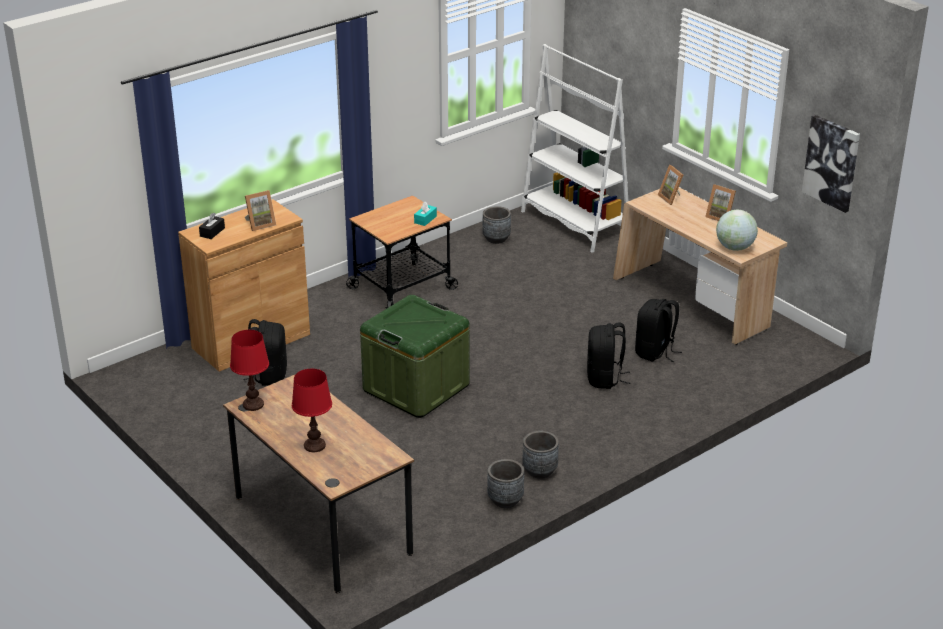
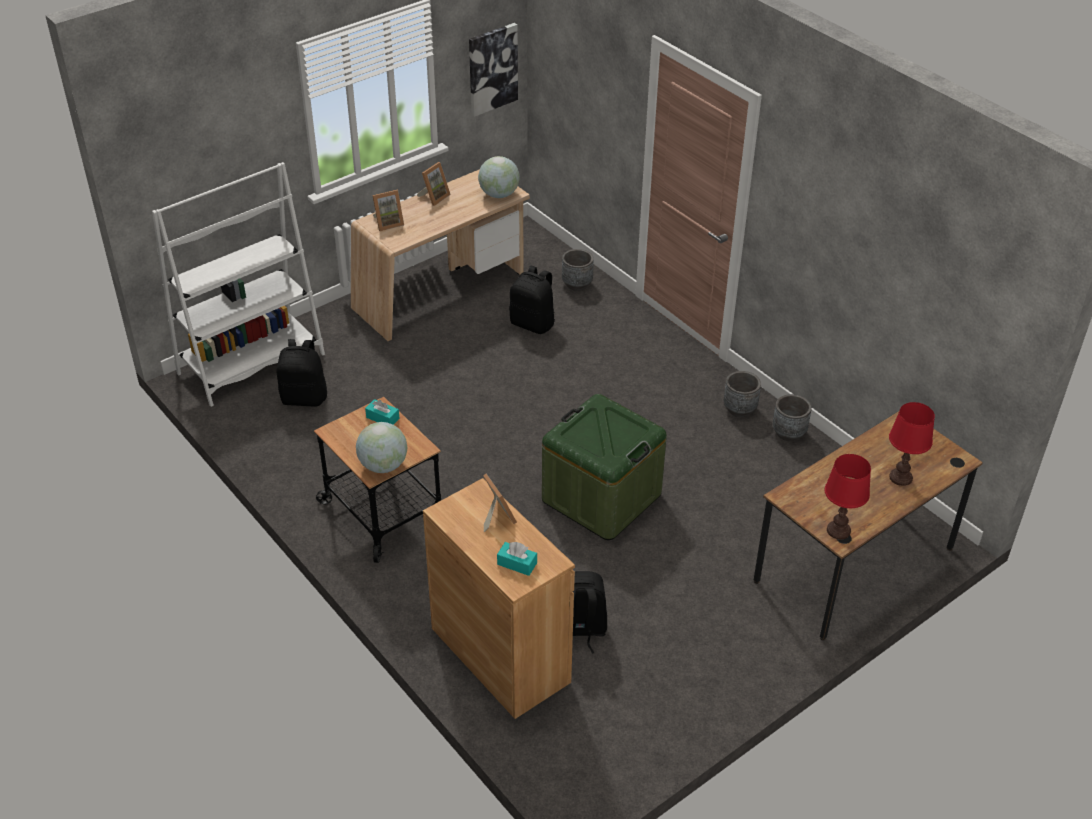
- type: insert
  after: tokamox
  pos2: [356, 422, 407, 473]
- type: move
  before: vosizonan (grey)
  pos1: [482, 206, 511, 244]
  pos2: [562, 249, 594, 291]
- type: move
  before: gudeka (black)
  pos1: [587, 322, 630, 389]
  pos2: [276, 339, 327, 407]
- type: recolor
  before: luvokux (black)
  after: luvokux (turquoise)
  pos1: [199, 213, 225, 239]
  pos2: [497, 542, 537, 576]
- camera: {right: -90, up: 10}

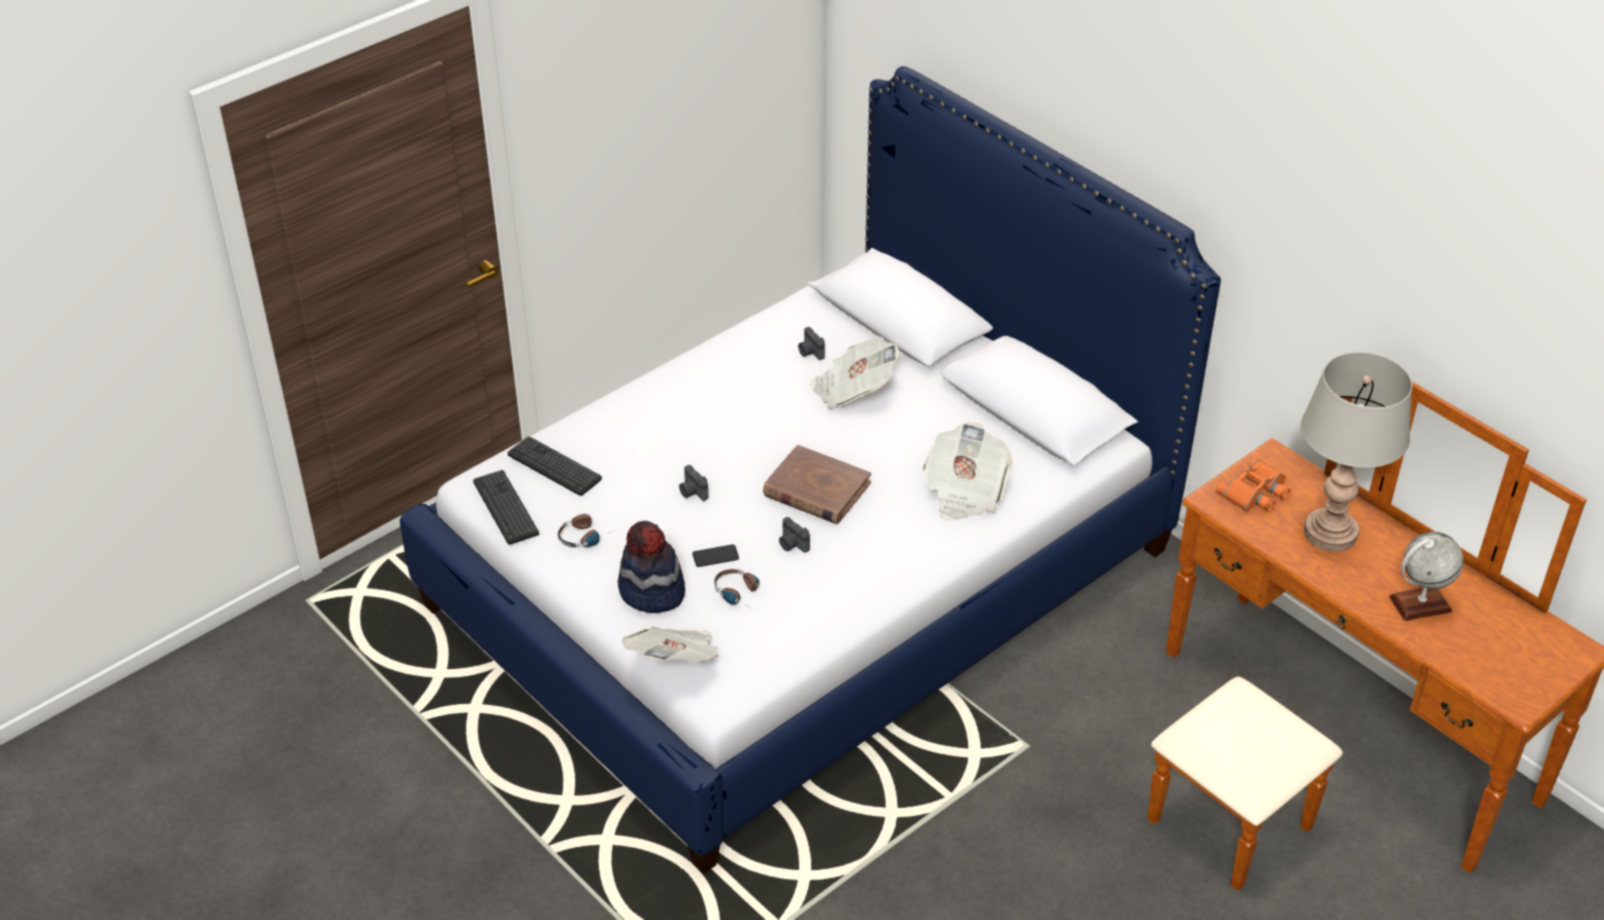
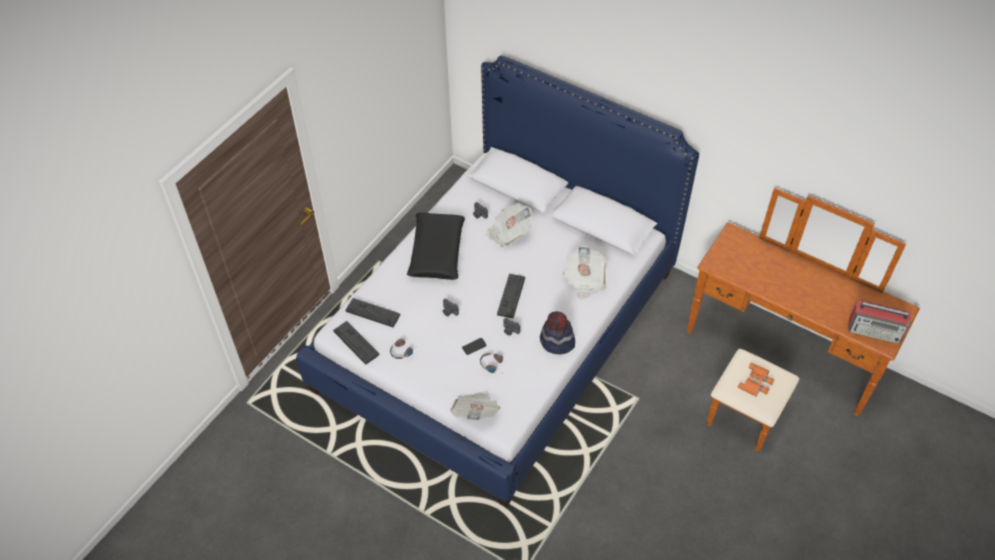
- type: delete
  before: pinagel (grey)
  pos1: [1301, 352, 1412, 552]
- type: delete
  before: tokamox
  pos1: [1389, 532, 1463, 621]
- type: insert
  after: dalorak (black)
  pos2: [407, 213, 465, 280]
- type: insert
  after: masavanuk
  pos2: [847, 300, 911, 344]
- type: move
  before: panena
  pos1: [618, 521, 685, 613]
  pos2: [540, 311, 575, 354]
- type: move
  before: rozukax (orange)
  pos1: [1216, 458, 1291, 512]
  pos2: [738, 363, 775, 396]
- type: replace
  before: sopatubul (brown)
  after: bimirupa
  pos1: [763, 445, 871, 524]
  pos2: [497, 274, 525, 318]
- camera: {right: -15, up: 10}

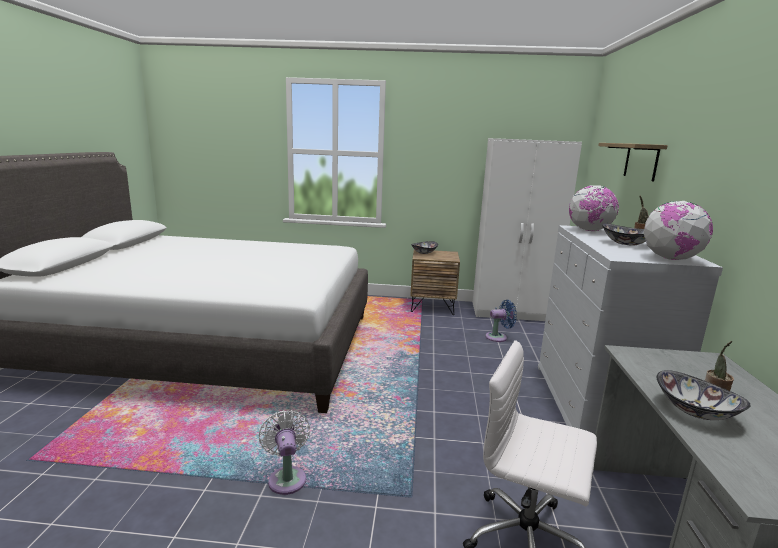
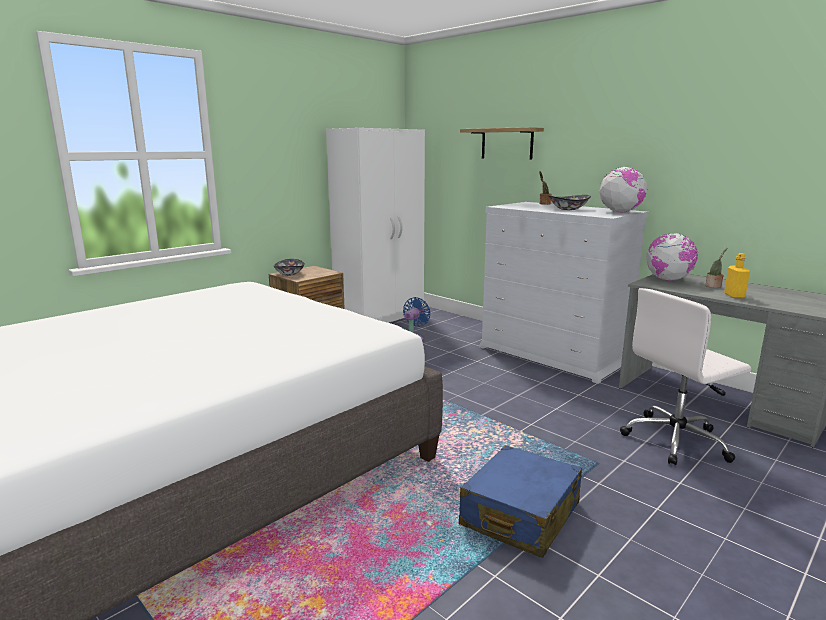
- type: move
  before: tokamox
  pos1: [569, 185, 619, 231]
  pos2: [646, 233, 698, 281]
- type: replace
  before: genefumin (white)
  after: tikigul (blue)
  pos1: [259, 410, 310, 495]
  pos2: [459, 445, 582, 558]
- type: replace
  before: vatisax
  after: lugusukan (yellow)
  pos1: [657, 370, 750, 420]
  pos2: [724, 253, 750, 298]
- camera: {right: -50, up: 0}

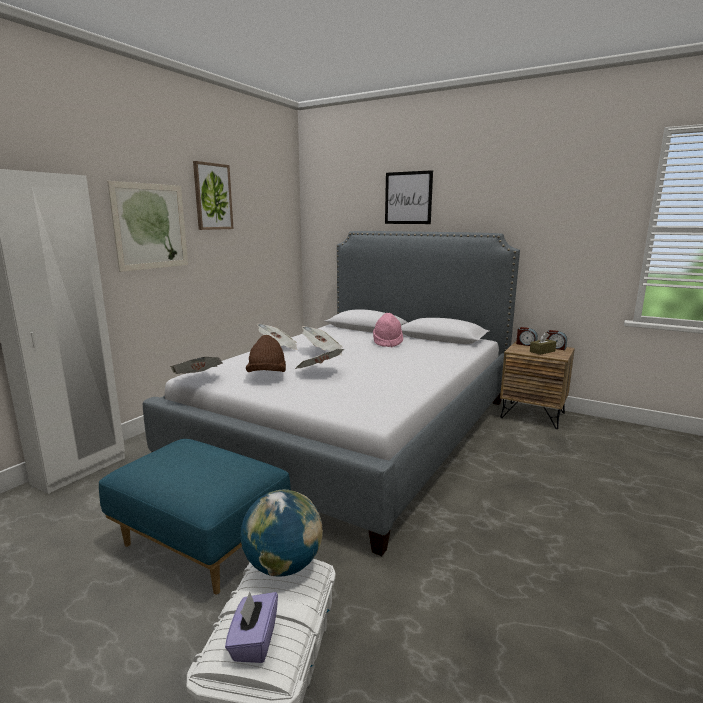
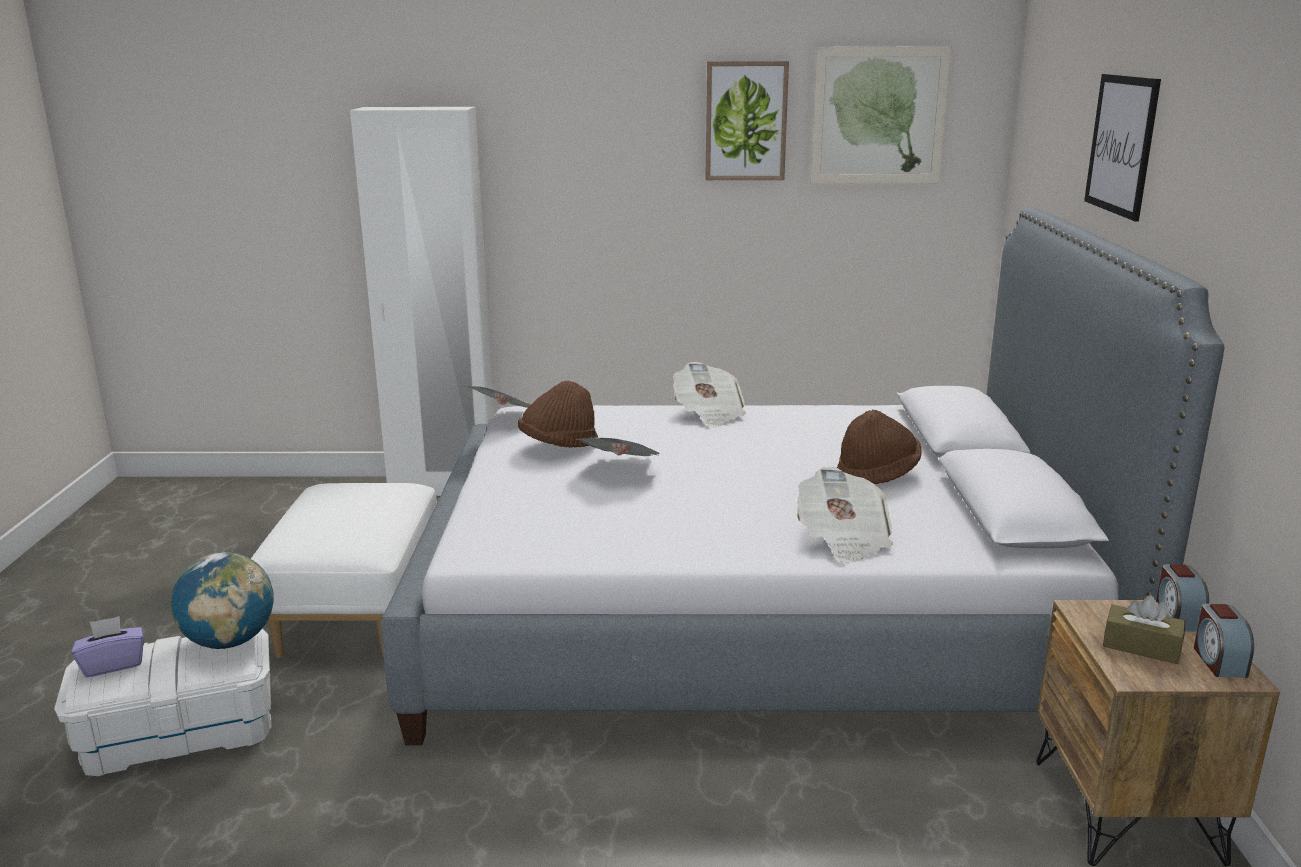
- type: move
  before: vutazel
  pos1: [107, 181, 188, 272]
  pos2: [810, 46, 952, 184]
- type: move
  before: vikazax
  pos1: [302, 326, 343, 355]
  pos2: [797, 467, 893, 564]
- type: recolor
  before: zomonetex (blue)
  after: zomonetex (white)
  pos1: [99, 439, 291, 595]
  pos2: [251, 483, 437, 658]
- type: recolor
  before: panena (pink)
  after: panena (brown)
  pos1: [373, 313, 403, 347]
  pos2: [837, 410, 922, 484]
- camera: {right: 60, up: 5}

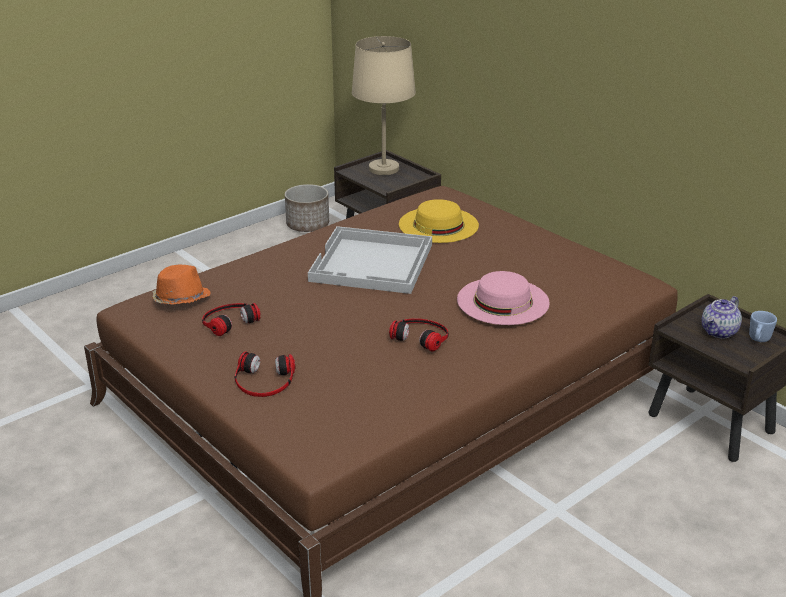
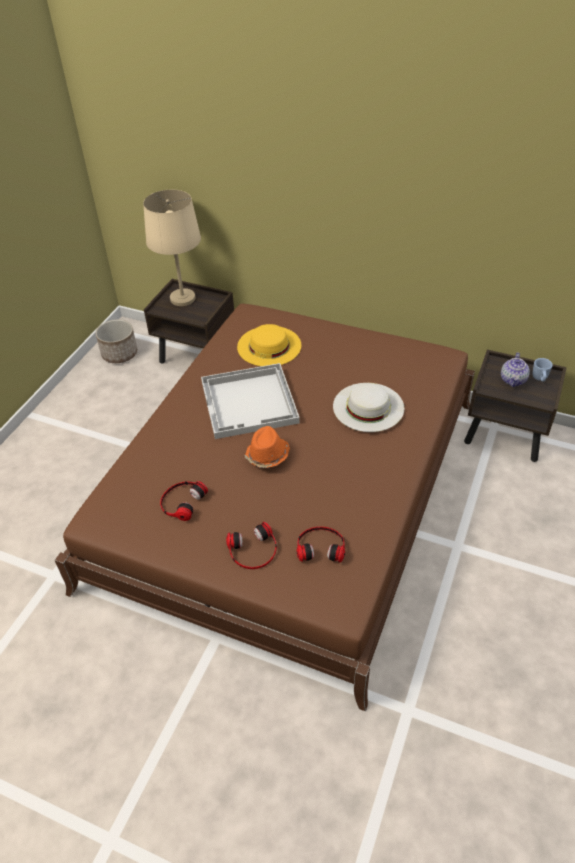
- type: move
  before: panena (orange)
  pos1: [152, 265, 211, 305]
  pos2: [244, 426, 290, 468]
- type: move
  before: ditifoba
  pos1: [389, 319, 449, 351]
  pos2: [297, 527, 345, 563]
- type: recolor
  before: panena (pink)
  after: panena (white)
  pos1: [457, 271, 550, 325]
  pos2: [333, 383, 404, 432]
- camera: {right: -25, up: 15}

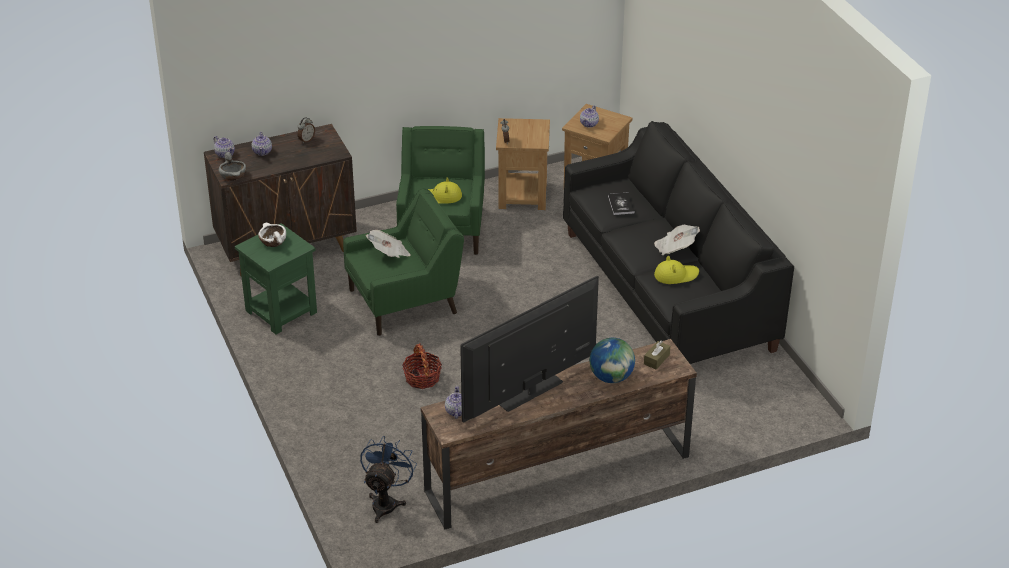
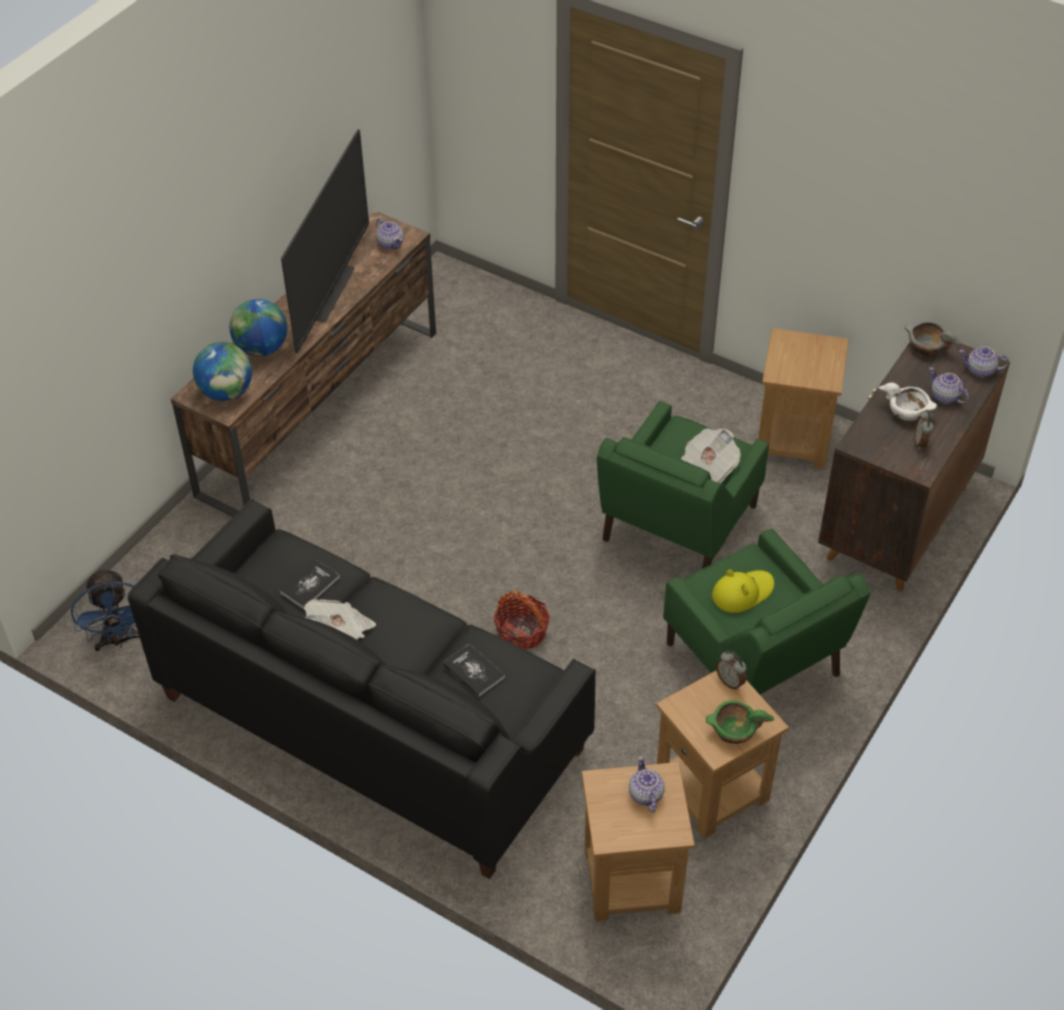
- type: insert
  after: vatisax (green)
  pos2: [706, 700, 774, 744]
- type: move
  before: vatisax (white)
  pos1: [258, 223, 286, 247]
  pos2: [879, 383, 937, 421]
- type: move
  before: genefumin (blue)
  pos1: [360, 436, 417, 523]
  pos2: [71, 568, 140, 651]
- type: move
  before: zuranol
  pos1: [402, 343, 442, 389]
  pos2: [493, 591, 550, 650]
- type: replace
  before: luvokux (brown)
  after: tokamox
  pos1: [644, 341, 670, 369]
  pos2: [193, 342, 252, 401]
- type: replace
  before: panena (yellow)
  after: sopatubul
  pos1: [654, 256, 699, 284]
  pos2: [280, 559, 340, 609]
- type: recolor
  before: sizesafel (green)
  after: sizesafel (brown)
  pos1: [235, 223, 317, 334]
  pos2: [758, 328, 849, 469]
- camera: {right: 145, up: 10}

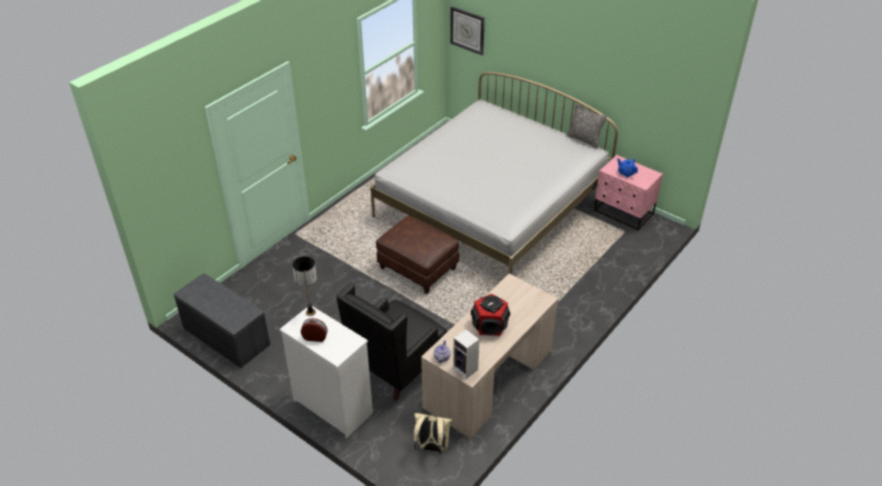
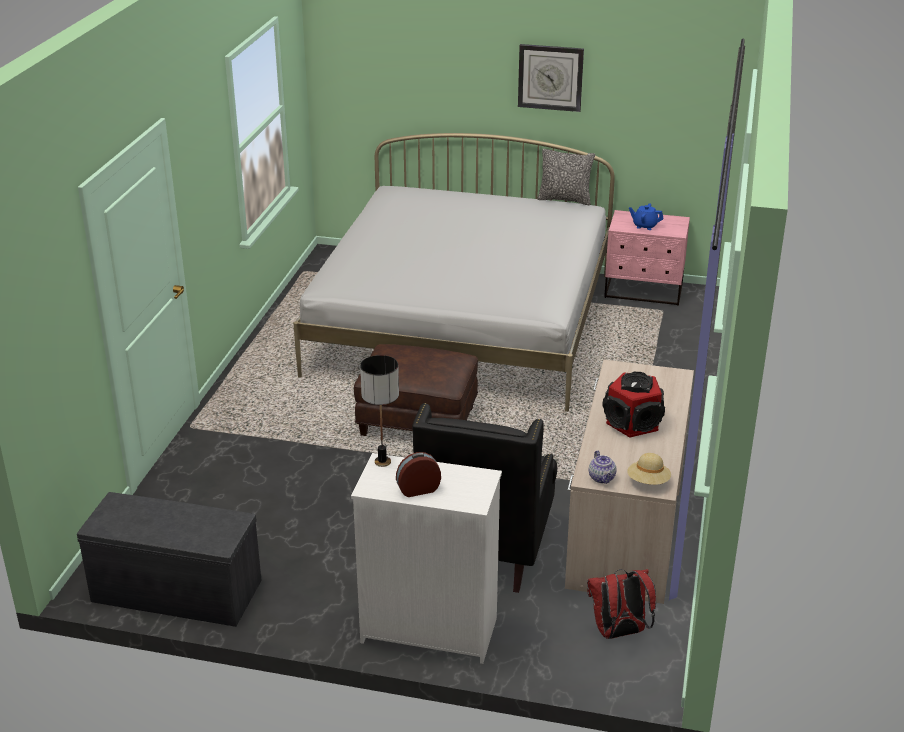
- type: move
  before: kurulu
  pos1: [450, 6, 485, 55]
  pos2: [518, 44, 584, 112]
- type: replace
  before: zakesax
  after: panena (beige)
  pos1: [453, 329, 479, 379]
  pos2: [627, 453, 671, 485]
- type: recolor
  before: gudeka (beige)
  after: gudeka (red)
  pos1: [413, 413, 453, 454]
  pos2: [587, 569, 656, 639]
- camera: {right: -25, up: -10}

